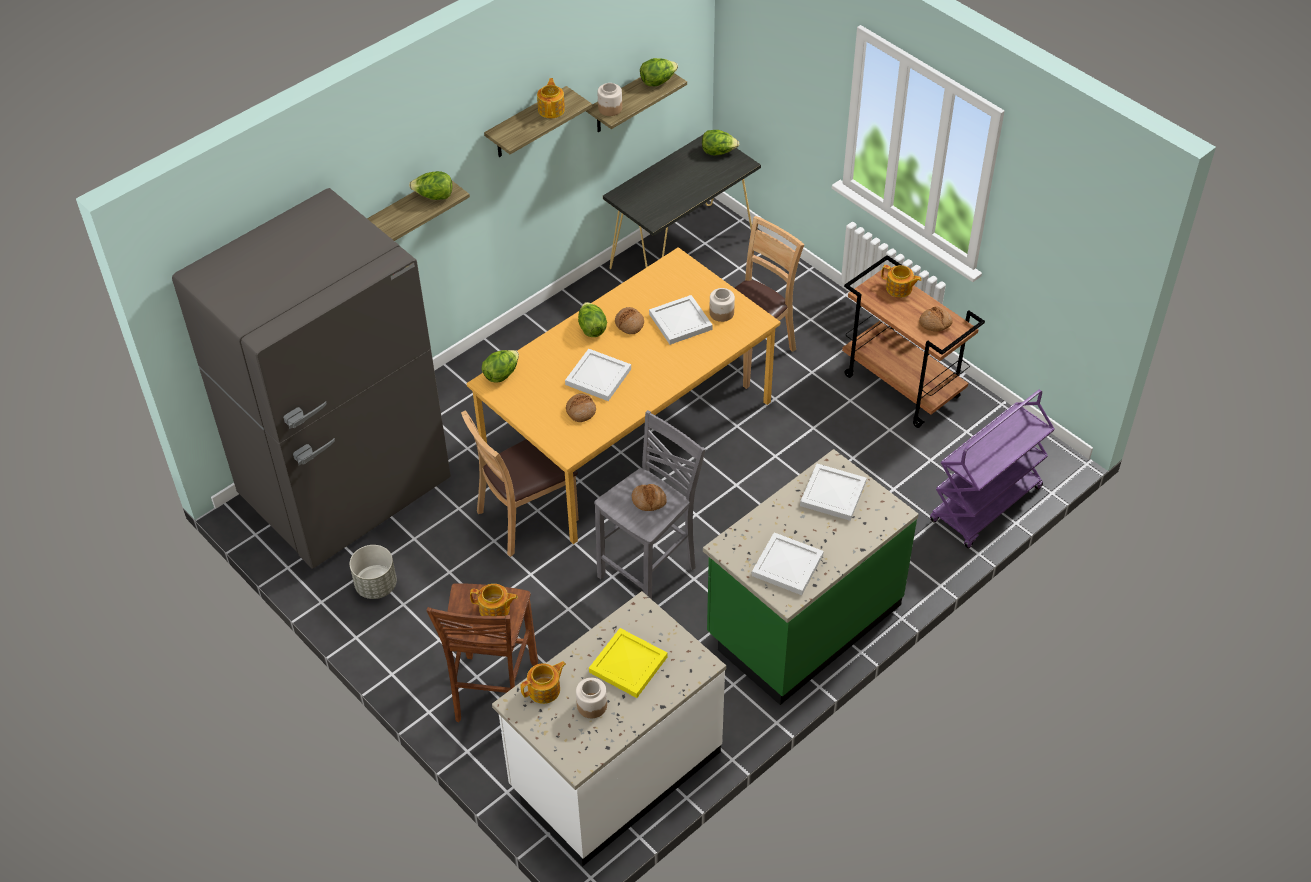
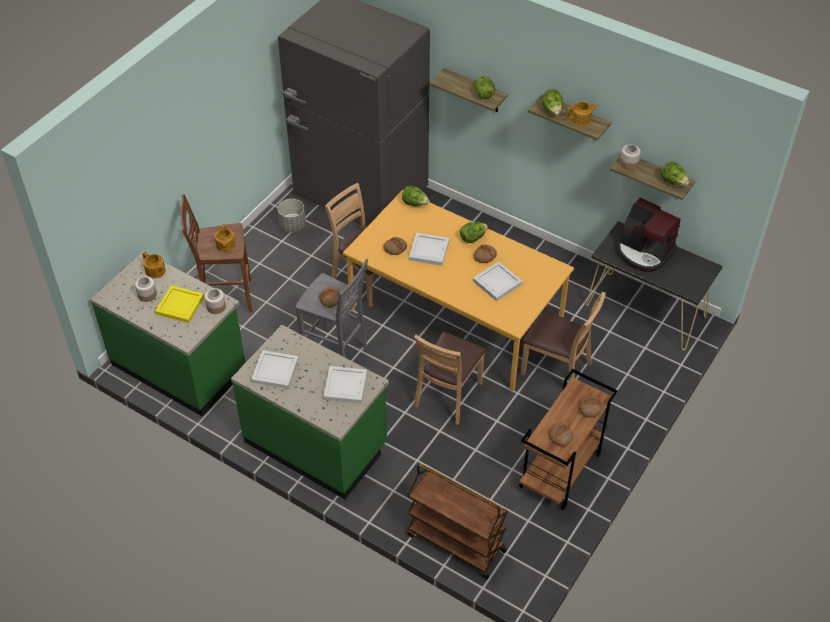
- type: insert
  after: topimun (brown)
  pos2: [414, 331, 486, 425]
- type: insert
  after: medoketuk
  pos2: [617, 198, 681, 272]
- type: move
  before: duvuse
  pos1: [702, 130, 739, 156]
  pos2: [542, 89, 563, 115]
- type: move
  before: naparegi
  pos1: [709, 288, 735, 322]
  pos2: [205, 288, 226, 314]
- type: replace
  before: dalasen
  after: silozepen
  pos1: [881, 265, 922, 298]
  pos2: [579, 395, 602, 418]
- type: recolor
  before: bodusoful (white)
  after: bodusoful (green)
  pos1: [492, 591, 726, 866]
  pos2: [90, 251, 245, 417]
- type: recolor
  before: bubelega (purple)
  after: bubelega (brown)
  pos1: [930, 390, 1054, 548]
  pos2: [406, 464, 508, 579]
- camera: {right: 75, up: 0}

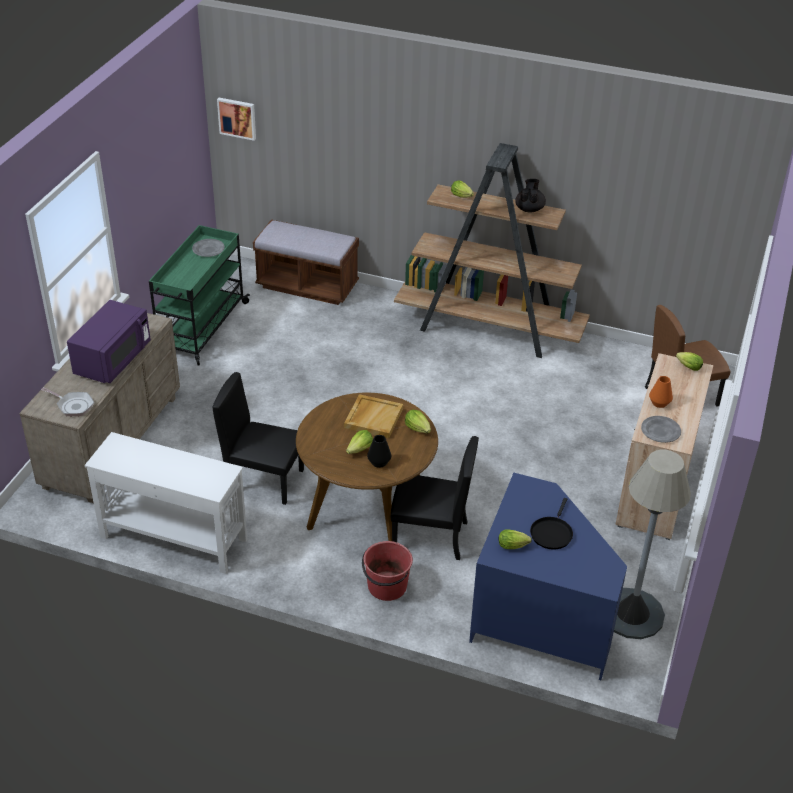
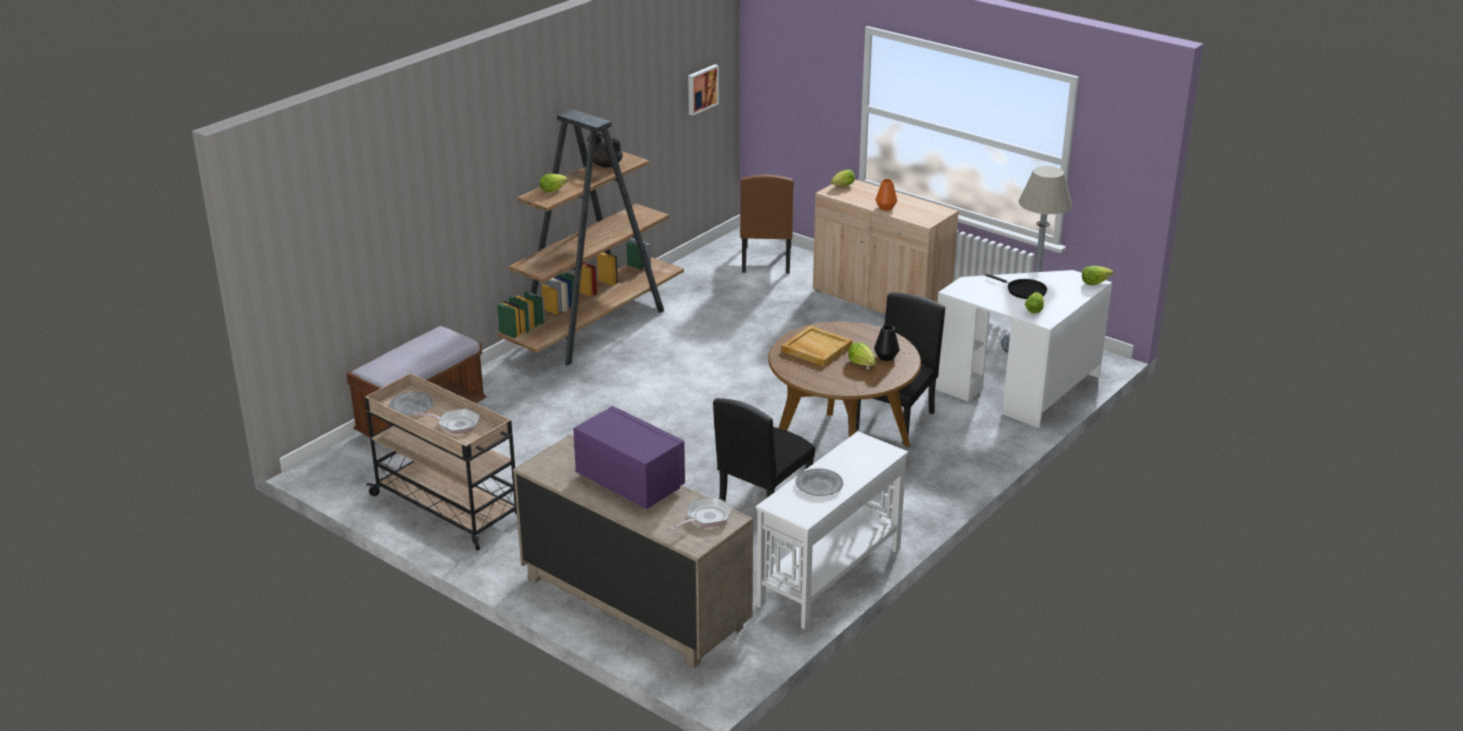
- type: delete
  before: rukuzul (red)
  pos1: [362, 541, 413, 601]
- type: insert
  after: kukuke
  pos2: [413, 408, 480, 434]
- type: move
  before: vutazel
  pos1: [217, 98, 256, 141]
  pos2: [688, 64, 719, 116]
- type: move
  before: duvuse
  pos1: [405, 410, 431, 434]
  pos2: [1082, 266, 1113, 285]
- type: move
  before: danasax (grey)
  pos1: [641, 416, 681, 443]
  pos2: [795, 468, 843, 496]
- type: recolor
  before: bubelega (green)
  after: bubelega (beige)
  pos1: [149, 225, 250, 366]
  pos2: [365, 373, 517, 550]
- type: recolor
  before: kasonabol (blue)
  after: kasonabol (white)
  pos1: [469, 473, 627, 680]
  pos2: [935, 270, 1112, 428]
- camera: {right: -70, up: -10}

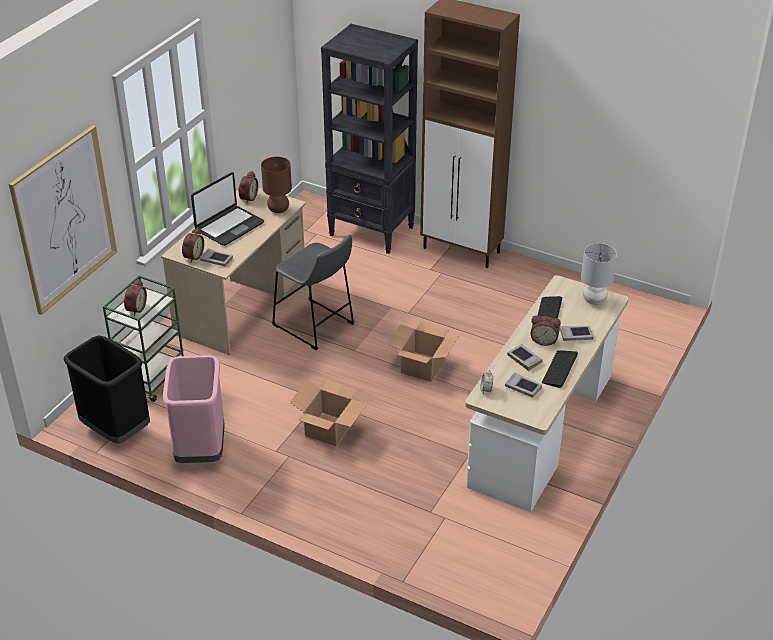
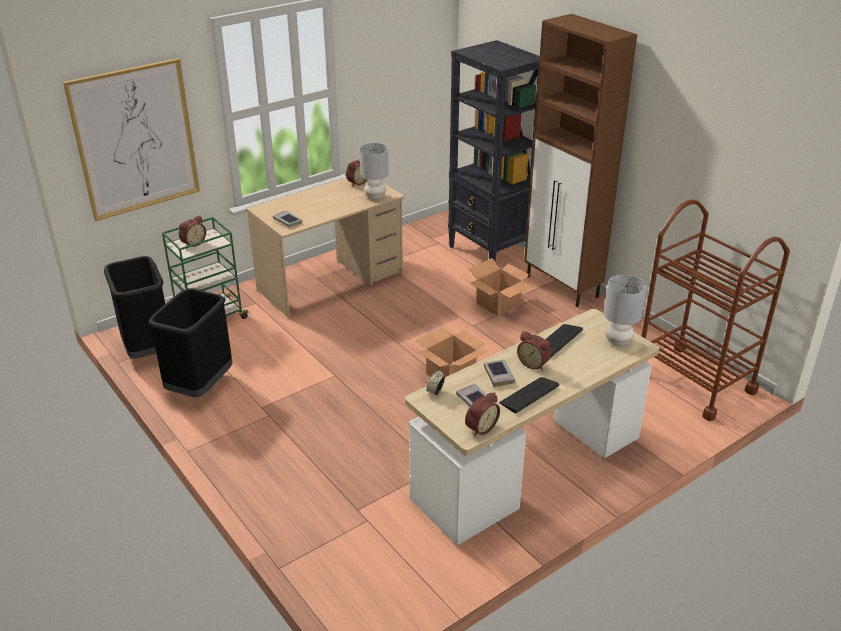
- type: delete
  before: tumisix
  pos1: [191, 172, 264, 246]
- type: delete
  before: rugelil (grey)
  pos1: [272, 235, 355, 350]
- type: delete
  before: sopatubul
  pos1: [560, 326, 593, 341]
- type: insert
  after: bubelega (brown)
  pos2: [642, 199, 790, 421]
- type: move
  before: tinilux
  pos1: [182, 228, 204, 263]
  pos2: [465, 392, 500, 437]
- type: move
  before: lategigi
  pos1: [290, 380, 367, 446]
  pos2: [469, 258, 533, 317]
- type: recolor
  before: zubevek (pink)
  after: zubevek (black)
  pos1: [163, 355, 225, 463]
  pos2: [148, 289, 232, 397]
- type: recolor
  before: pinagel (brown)
  after: pinagel (grey)
  pos1: [261, 157, 292, 213]
  pos2: [360, 143, 389, 199]
- camera: {right: 25, up: -5}

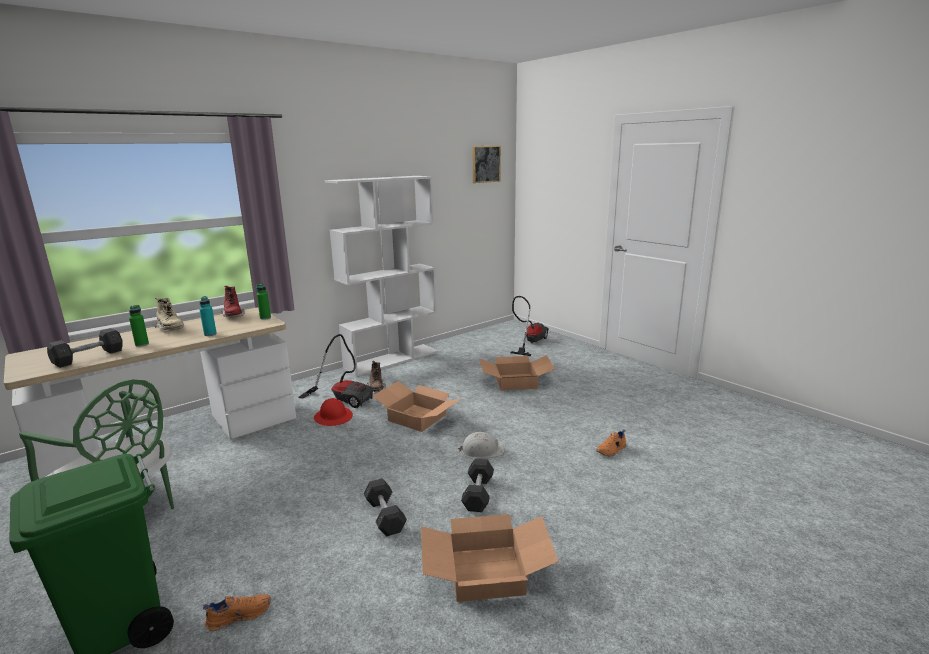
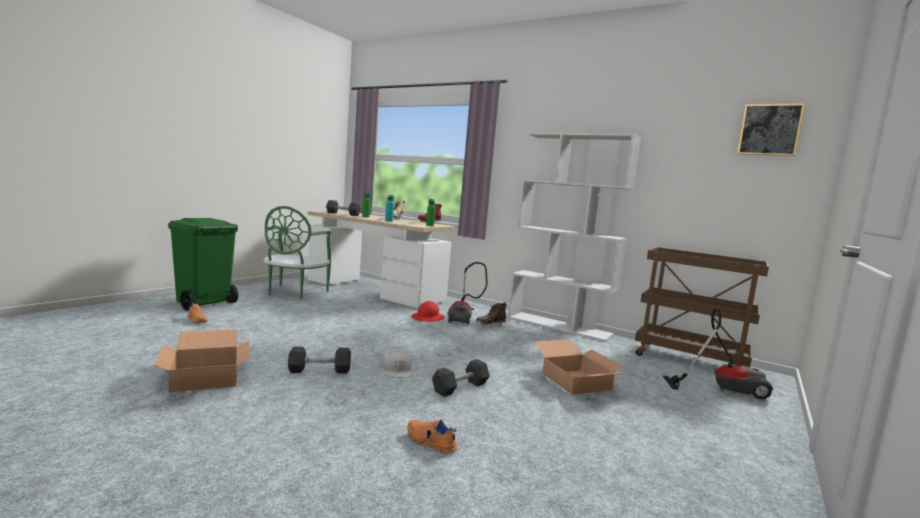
- type: delete
  before: lategigi
  pos1: [372, 381, 460, 432]
- type: insert
  after: bubelega (brown)
  pos2: [635, 247, 769, 367]
- type: move
  before: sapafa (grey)
  pos1: [364, 478, 407, 537]
  pos2: [432, 359, 490, 397]
- camera: {right: 70, up: -10}

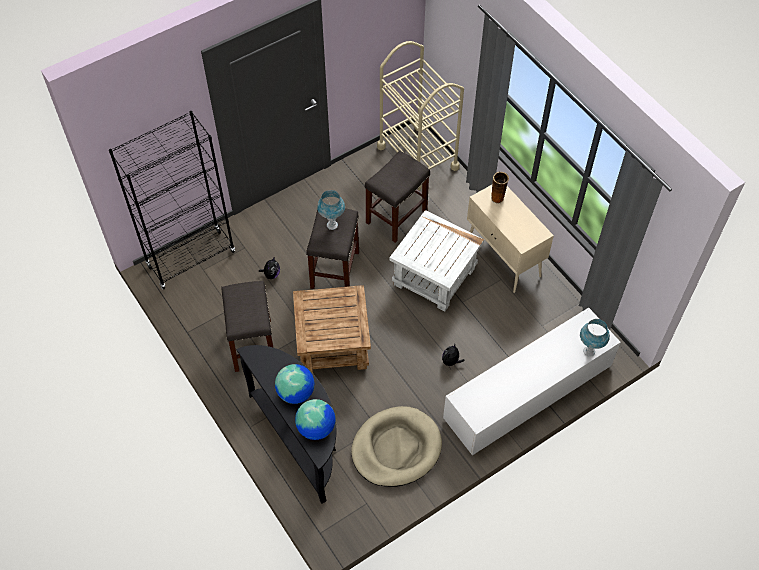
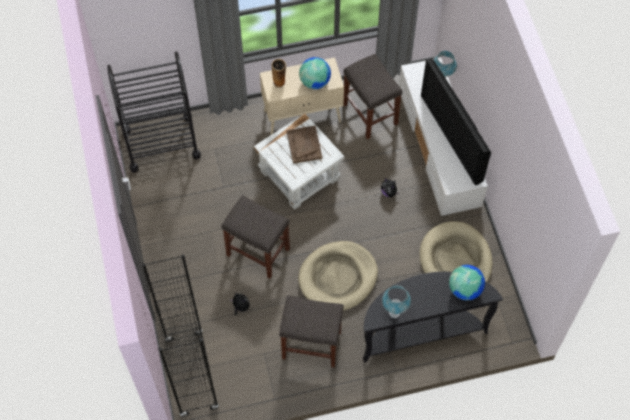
- type: insert
  after: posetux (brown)
  pos2: [287, 125, 322, 164]
- type: insert
  after: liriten
  pos2: [421, 58, 491, 186]
- type: move
  before: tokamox
  pos1: [275, 364, 314, 404]
  pos2: [299, 57, 331, 89]
- type: move
  before: pinagel (blue)
  pos1: [317, 190, 345, 230]
  pos2: [382, 285, 411, 318]
- type: move
  before: rugelil (grey)
  pos1: [365, 151, 430, 243]
  pos2: [343, 54, 402, 139]
- type: replace
  before: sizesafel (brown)
  after: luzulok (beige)
  pos1: [293, 285, 371, 373]
  pos2: [298, 241, 378, 311]
- type: recolor
  before: bubelega (beige)
  after: bubelega (black)
  pos1: [377, 41, 464, 191]
  pos2: [107, 51, 201, 172]
- camera: {right: -70, up: 5}

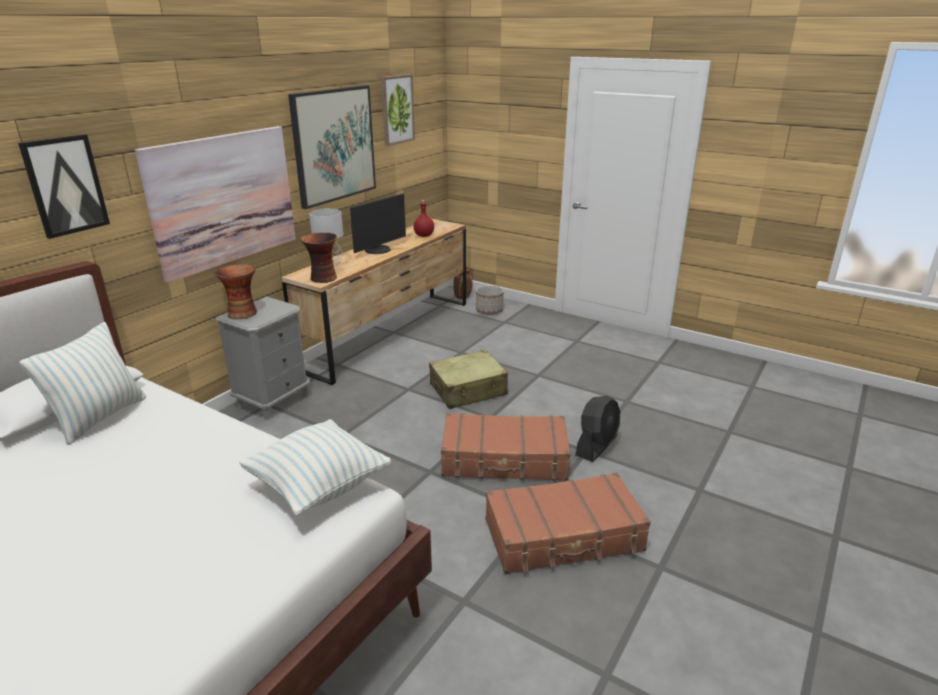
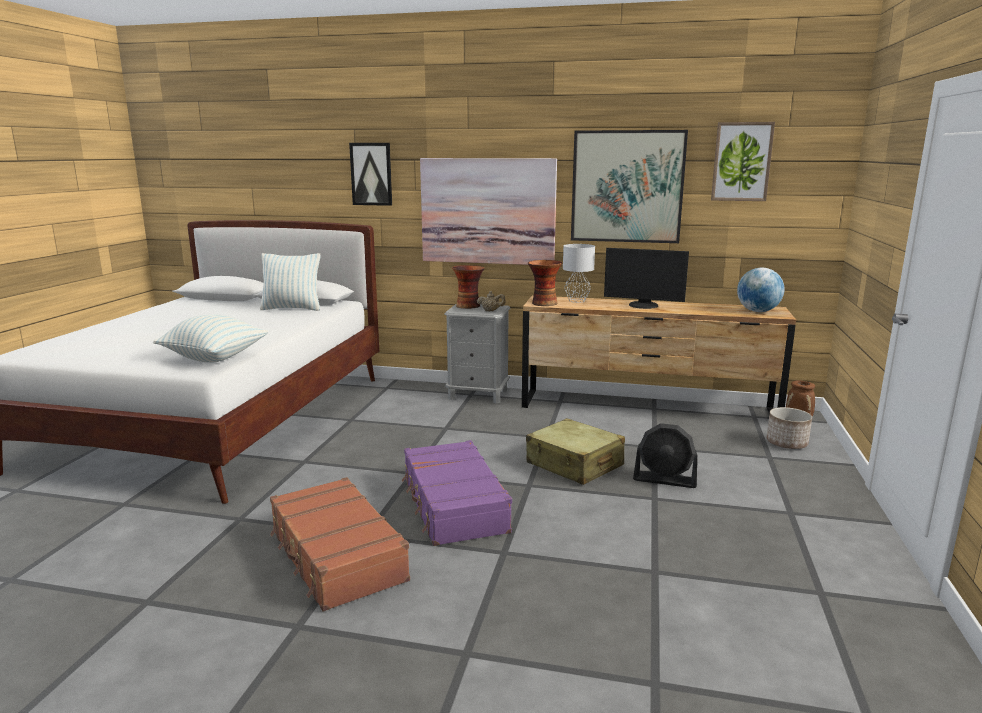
- type: delete
  before: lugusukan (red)
  pos1: [414, 200, 434, 237]
- type: insert
  after: dalasen (beige)
  pos2: [477, 291, 506, 311]
- type: insert
  after: tokamox
  pos2: [737, 268, 784, 312]
- type: move
  before: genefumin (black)
  pos1: [575, 396, 620, 462]
  pos2: [633, 423, 697, 488]
- type: recolor
  before: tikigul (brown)
  after: tikigul (purple)
  pos1: [441, 413, 570, 481]
  pos2: [402, 440, 512, 546]
- camera: {right: 70, up: -10}

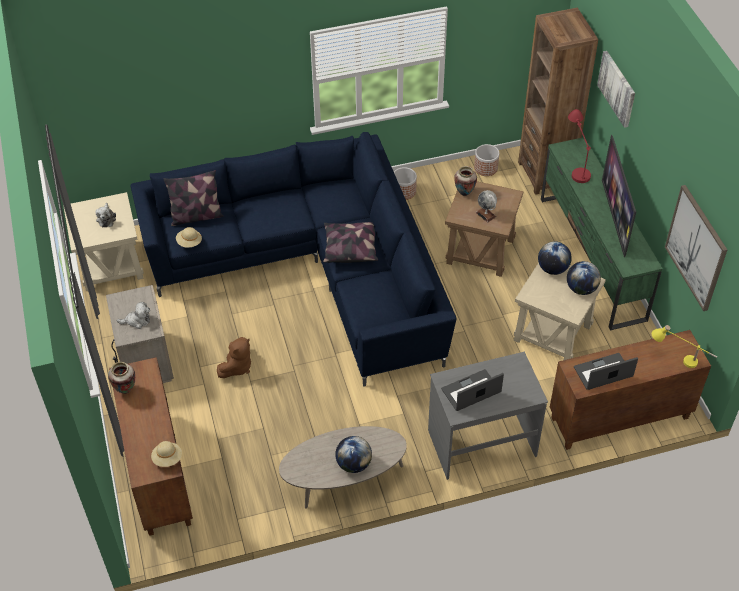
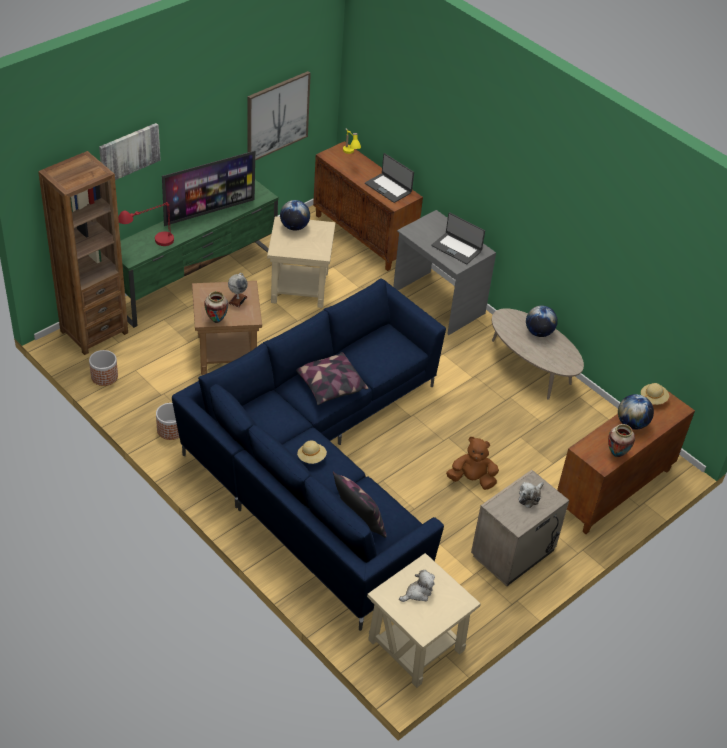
- type: move
  before: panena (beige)
  pos1: [176, 227, 202, 248]
  pos2: [297, 440, 327, 464]
- type: move
  before: tokamox
  pos1: [538, 241, 572, 275]
  pos2: [618, 394, 654, 430]
- type: rotate
  before: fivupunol
  pos1: [117, 302, 150, 329]
  pos2: [518, 482, 544, 508]
  turn: -105
- camera: {right: -120, up: -5}

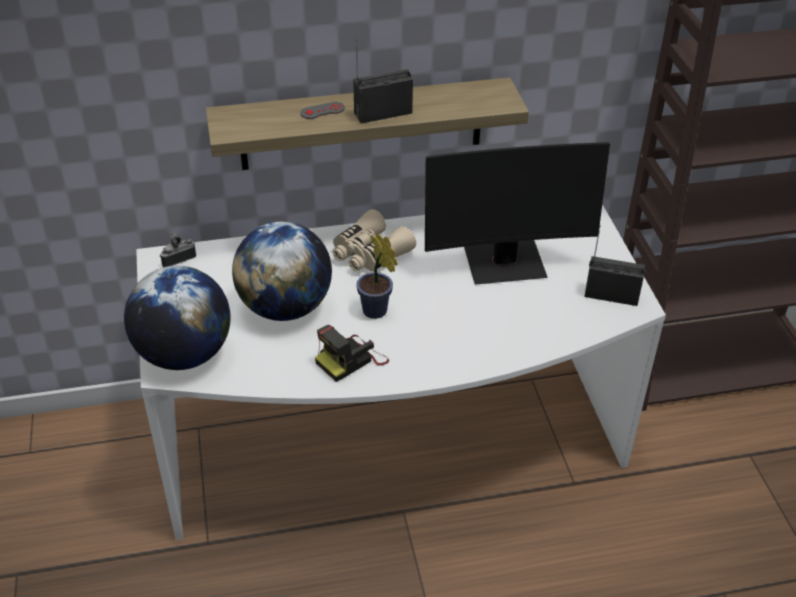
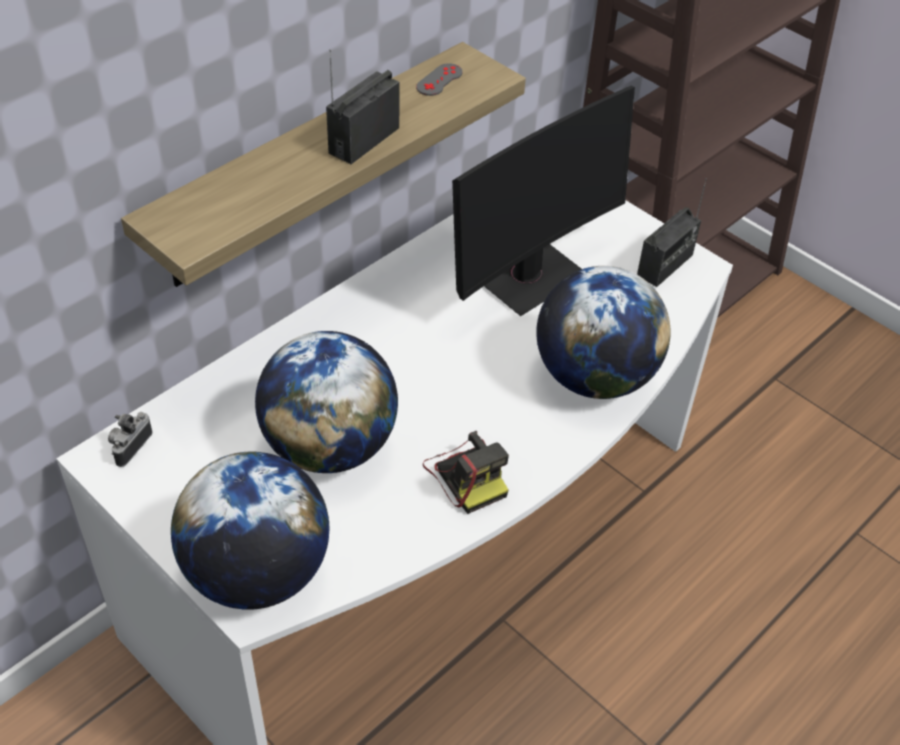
- type: delete
  before: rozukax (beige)
  pos1: [333, 209, 416, 271]
- type: delete
  before: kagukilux
  pos1: [356, 232, 398, 319]
- type: insert
  after: tokamox
  pos2: [536, 266, 671, 399]
- type: move
  before: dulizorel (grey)
  pos1: [300, 102, 345, 119]
  pos2: [416, 63, 463, 96]
- type: rotate
  before: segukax
  pos1: [315, 325, 389, 382]
  pos2: [423, 431, 509, 514]
  turn: -45
- type: rotate
  before: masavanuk
  pos1: [584, 225, 645, 306]
  pos2: [637, 178, 707, 287]
  turn: 150
- camera: {right: -35, up: 5}

